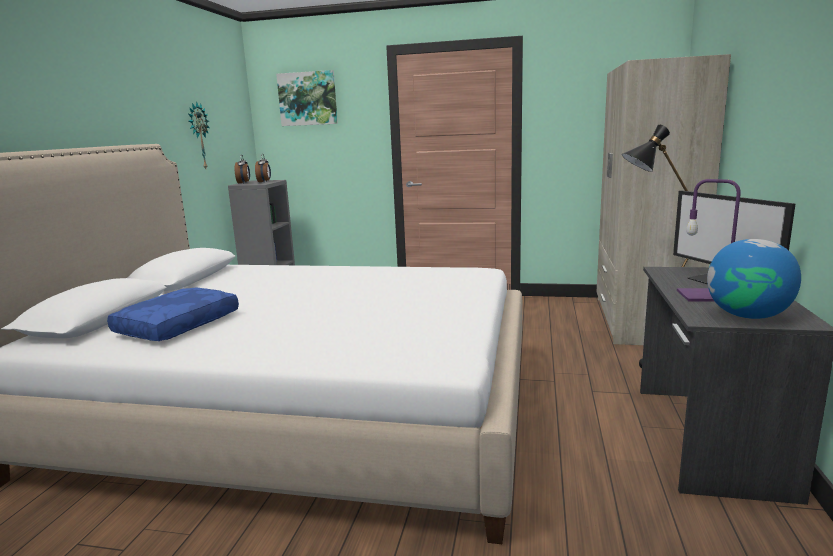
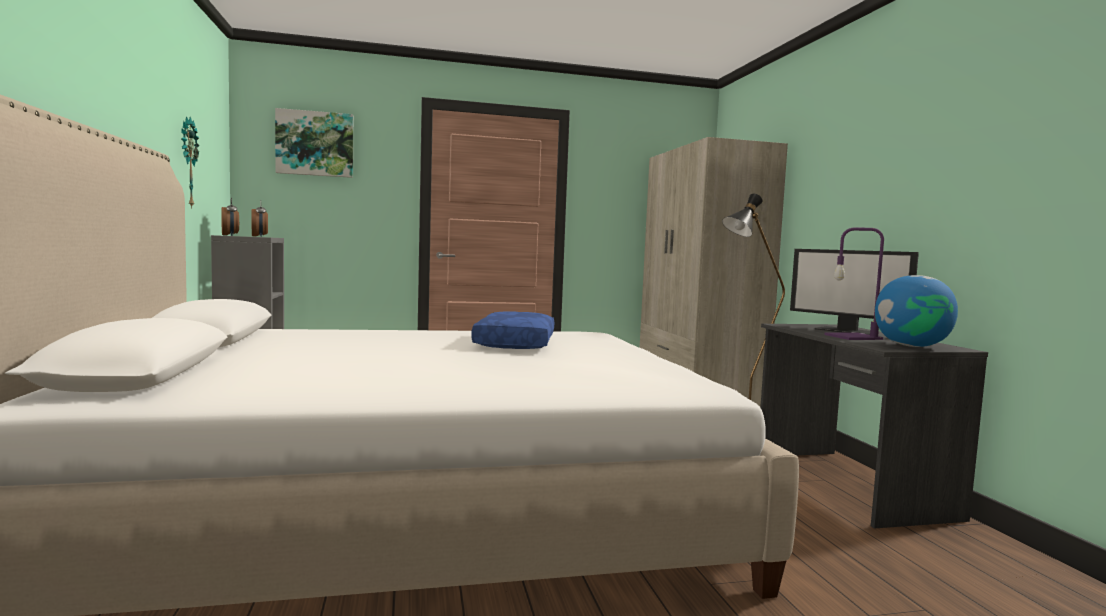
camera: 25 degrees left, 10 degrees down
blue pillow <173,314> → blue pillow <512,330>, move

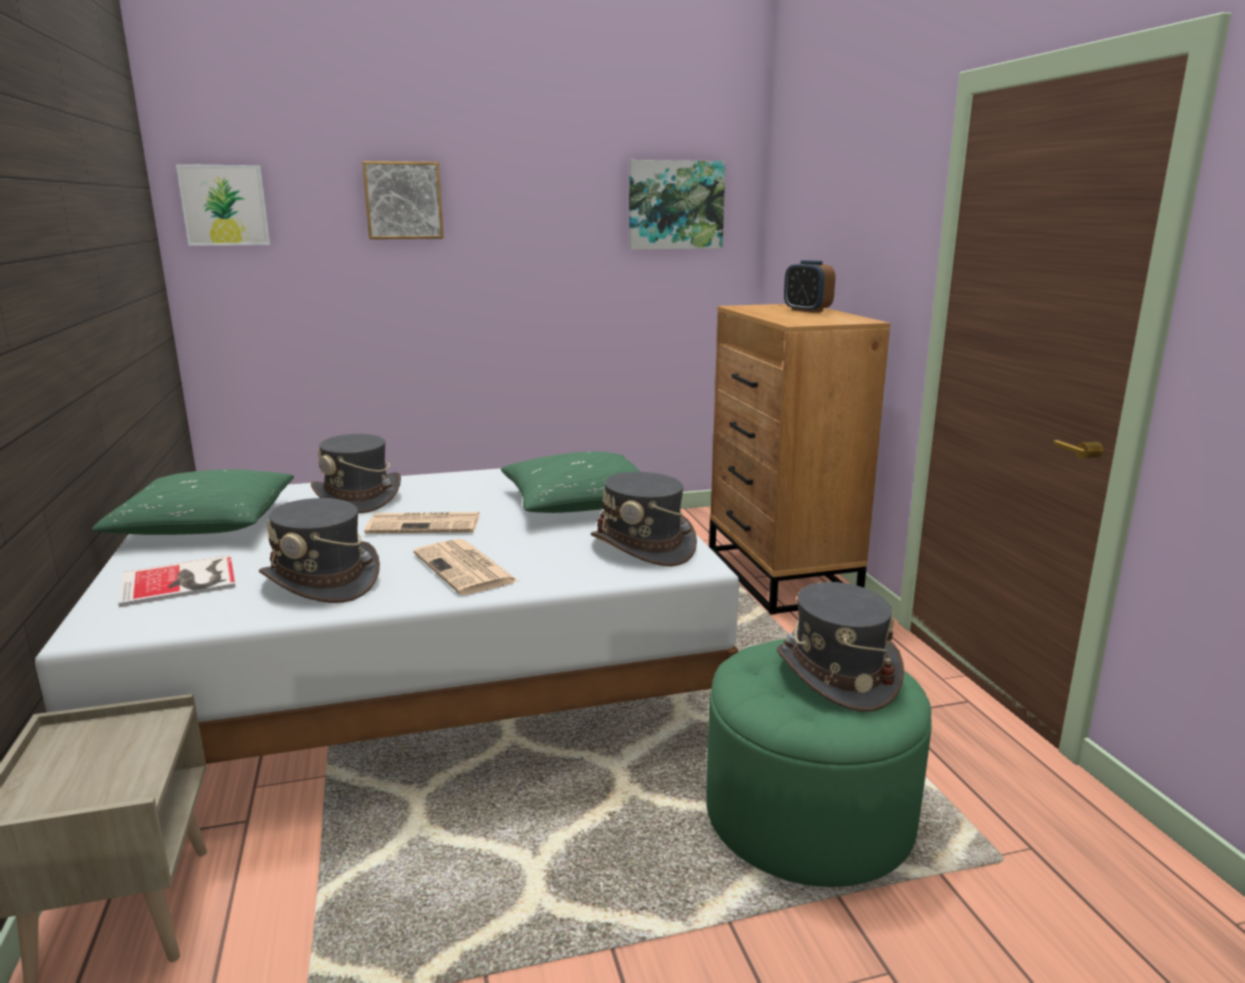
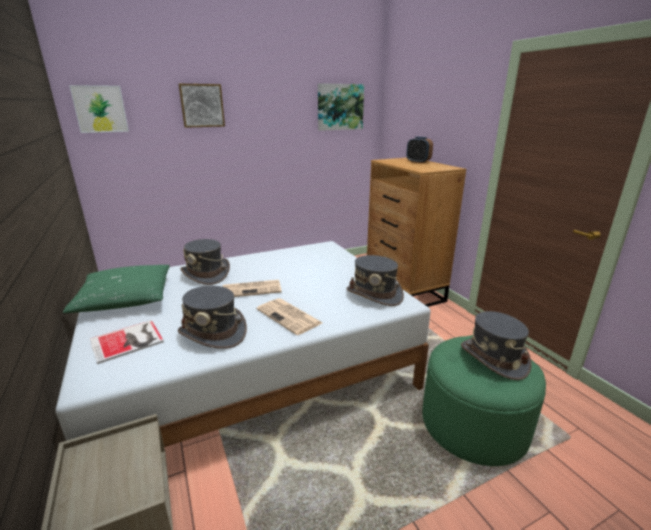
camera: 10 degrees left, 5 degrees up
green pillow <571,482> → -

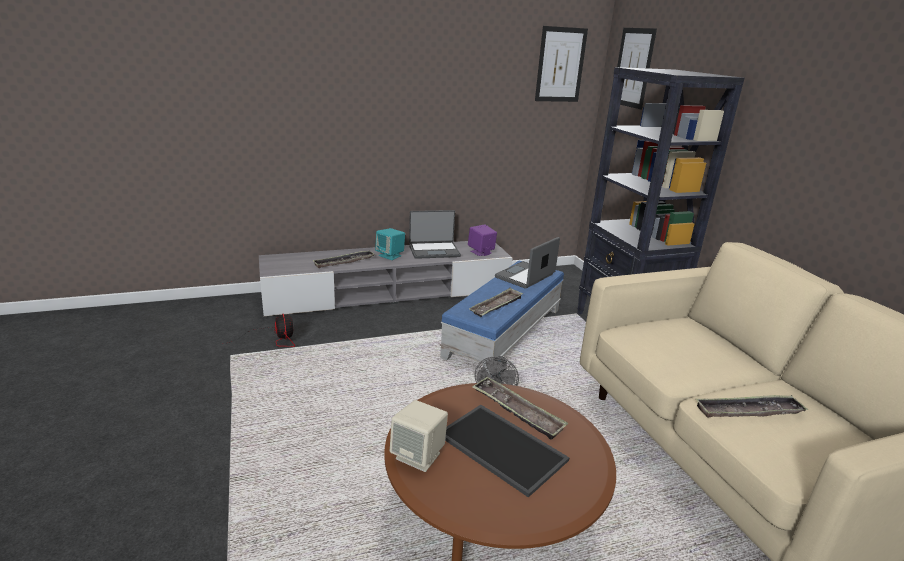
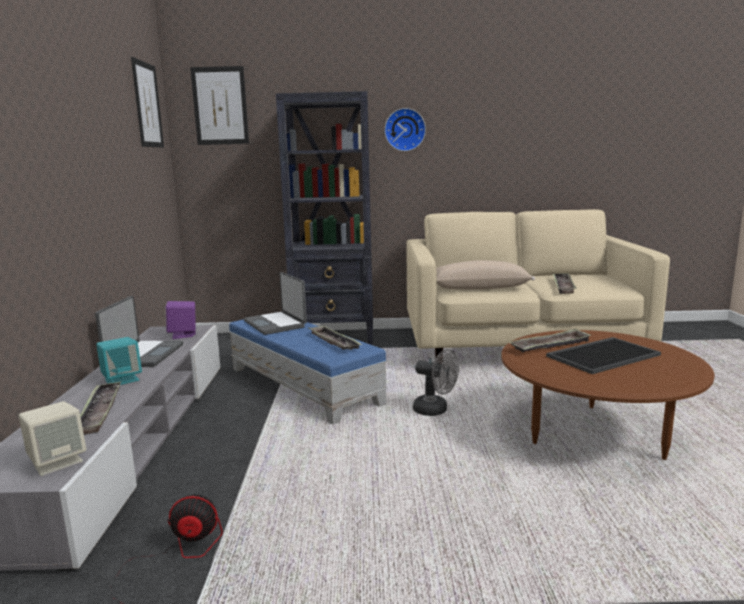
camera: 70 degrees left, 10 degrees down
beige speaker <419,436> → beige speaker <52,438>, move
- → wall clock <405,129>
- → beige pillow <485,275>

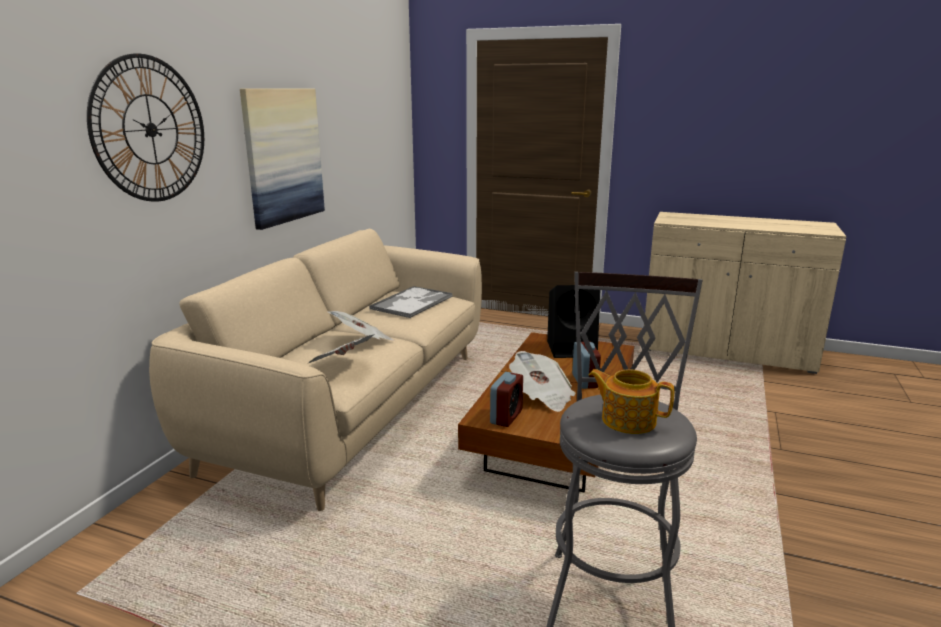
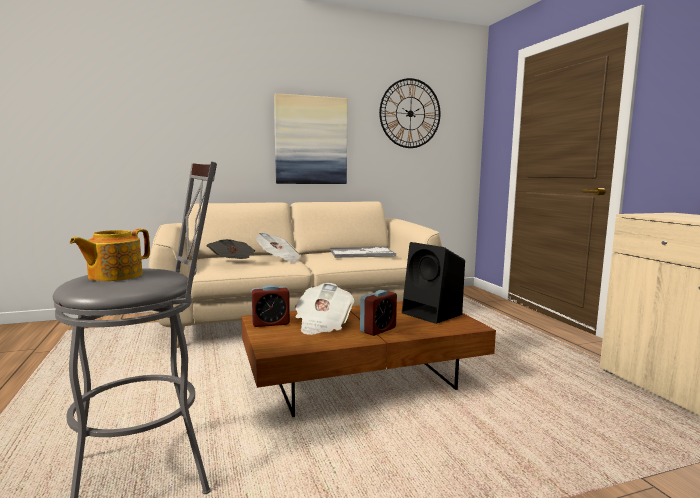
camera: 50 degrees right, 10 degrees down
teapot <631,401> → teapot <109,255>, 135 degrees counterclockwise
wall clock <145,128> → wall clock <410,113>, move

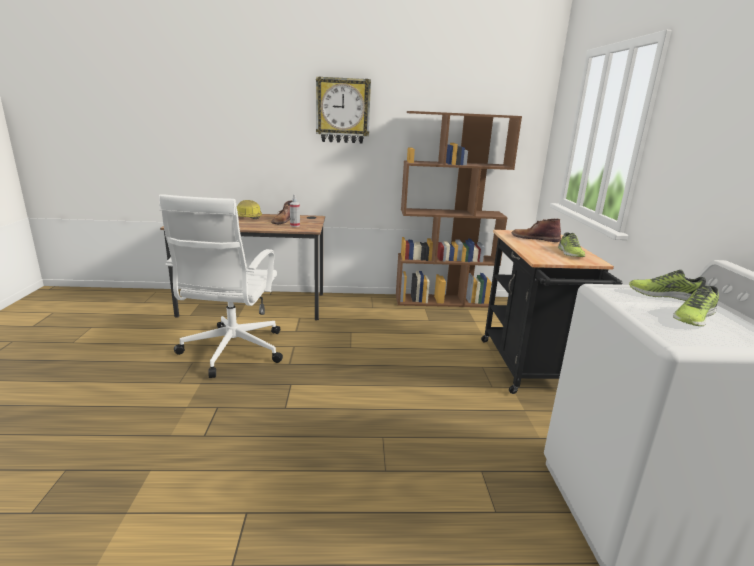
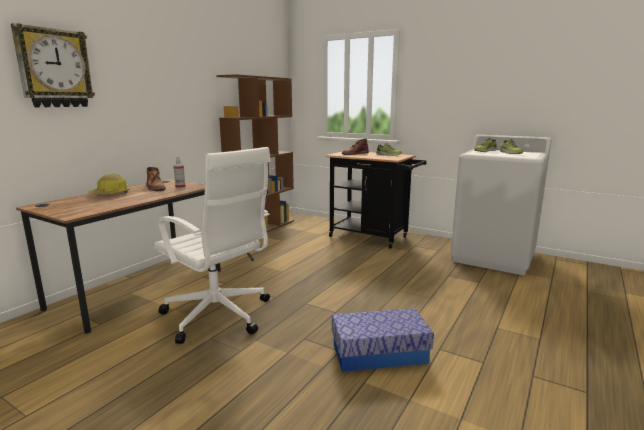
camera: 55 degrees left, 5 degrees down
wall clock <343,109> → wall clock <53,65>, move
- → storage box <383,340>

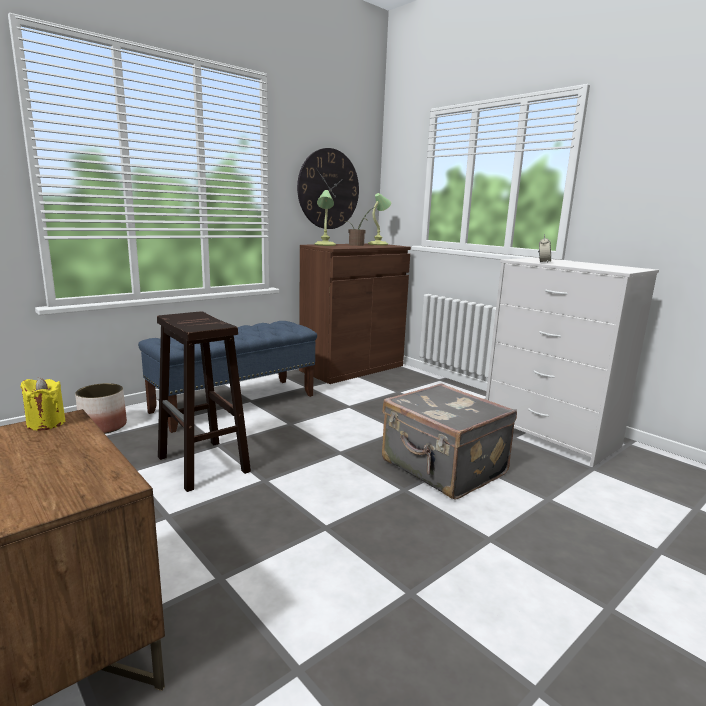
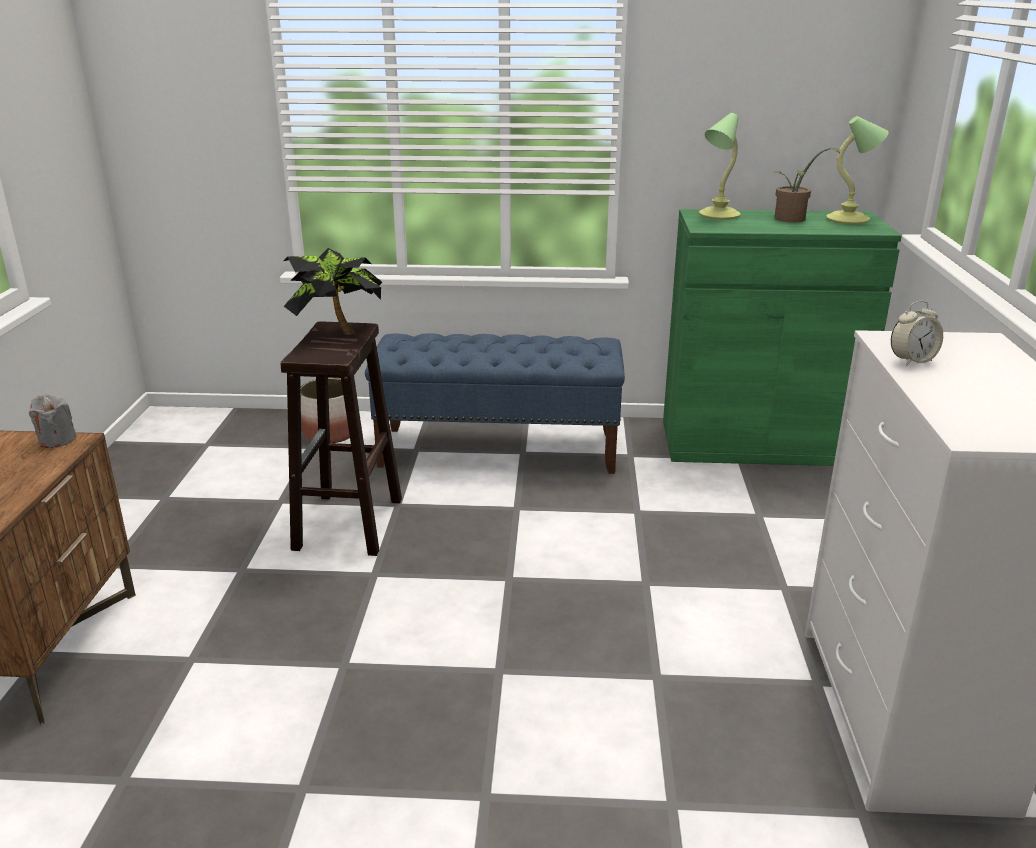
camera: 45 degrees right, 10 degrees up
yellow candle <43,403> → grey candle <53,421>
- → potted plant <333,291>
brown cabinet <355,313> → green cabinet <782,337>
wall clock <328,188> → -
grey suitcase <449,441> → -

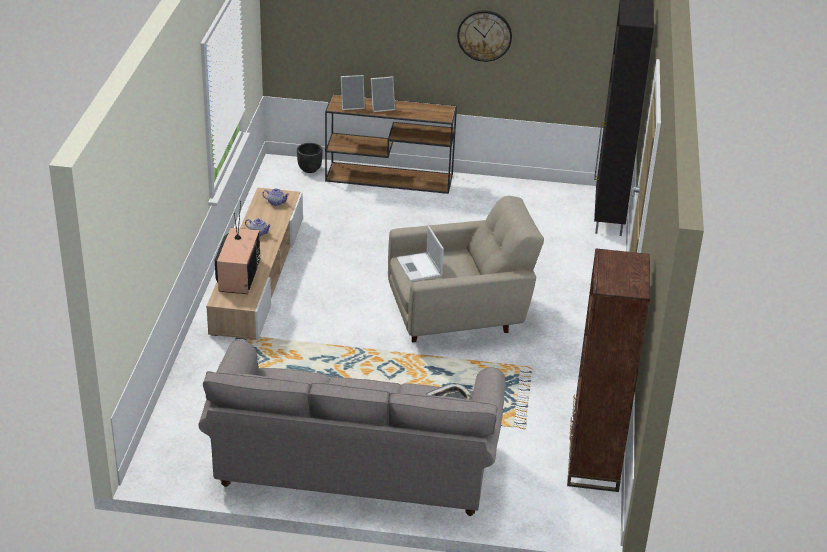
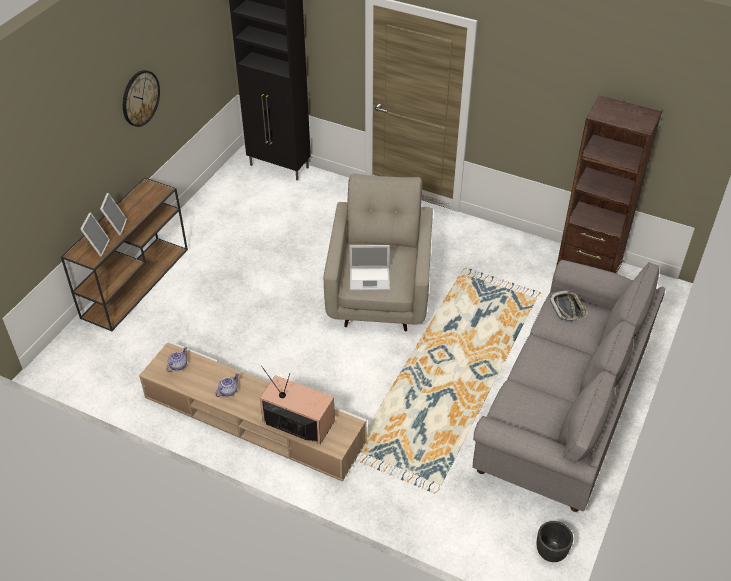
camera: 70 degrees left, 10 degrees up
black planter <310,158> → black planter <555,541>, move

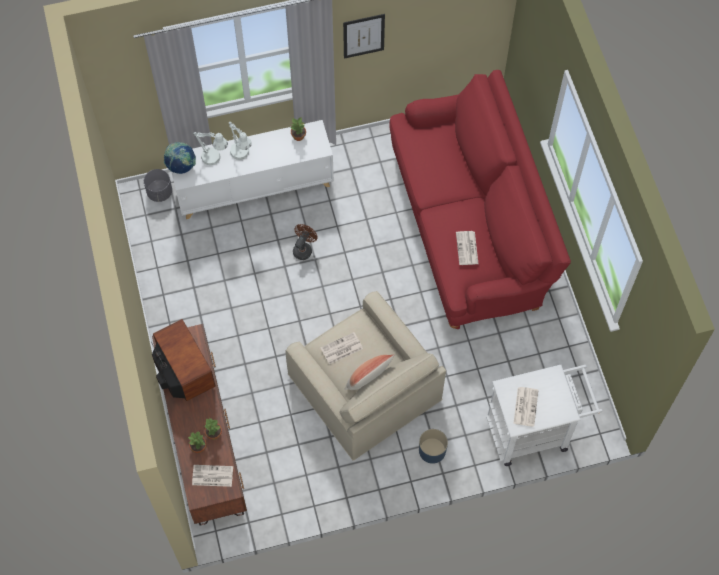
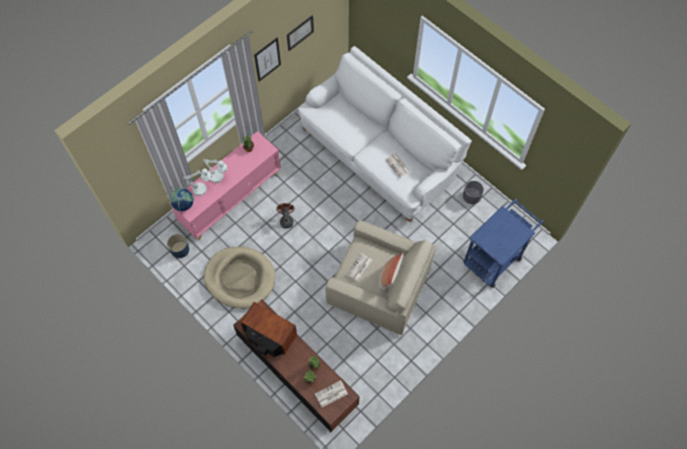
camera: 30 degrees left, 0 degrees up
blue planter <433,446> → blue planter <178,246>, move
white cabinet <252,169> → pink cabinet <225,185>
- → beige dog bed <239,278>
- → picture <300,33>
red sofa <480,199> → white sofa <385,133>
grey planter <158,185> → grey planter <473,192>, move
white cart <544,415> → blue cart <503,243>
newspaper <525,407> → -

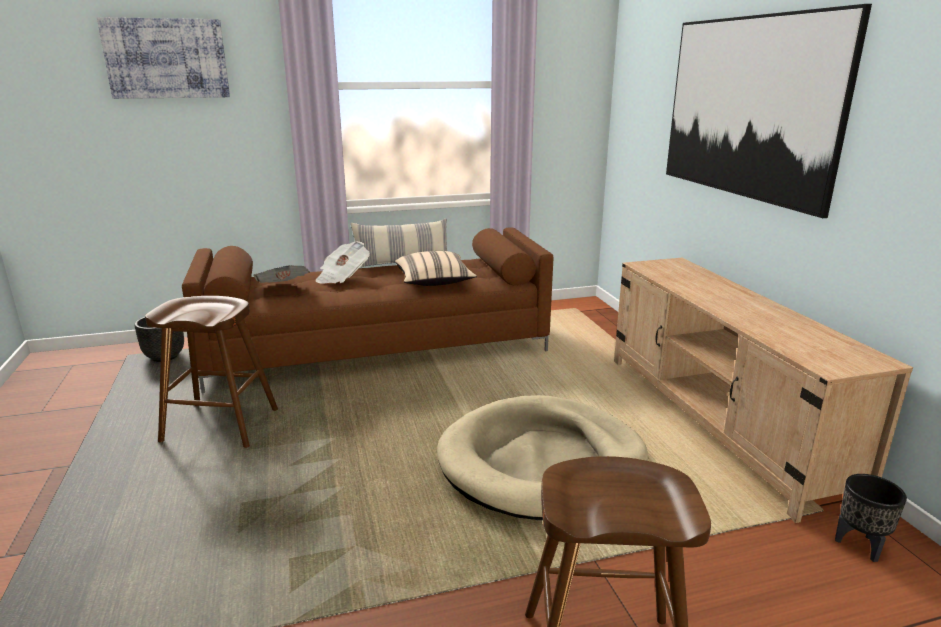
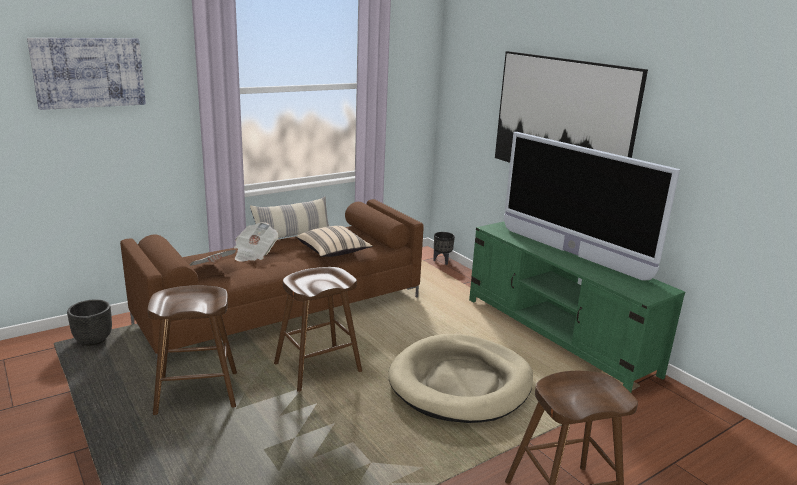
camera: 20 degrees left, 0 degrees up
- → brown stool <318,329>
black planter <871,518> → black planter <444,248>, move
beige tv stand <763,390> → green tv stand <577,307>
- → television <592,206>

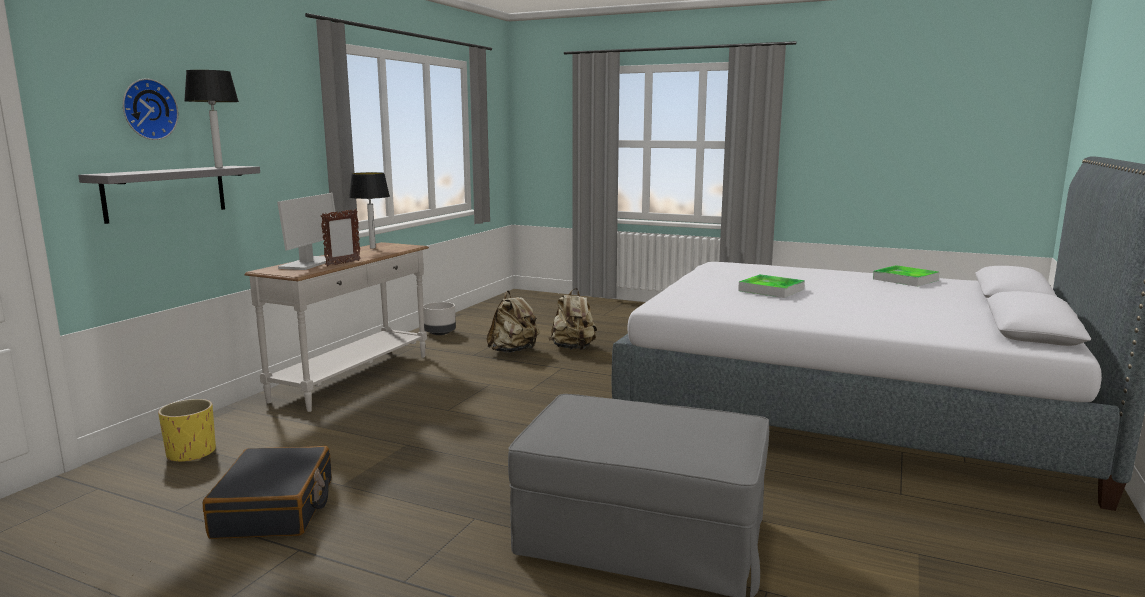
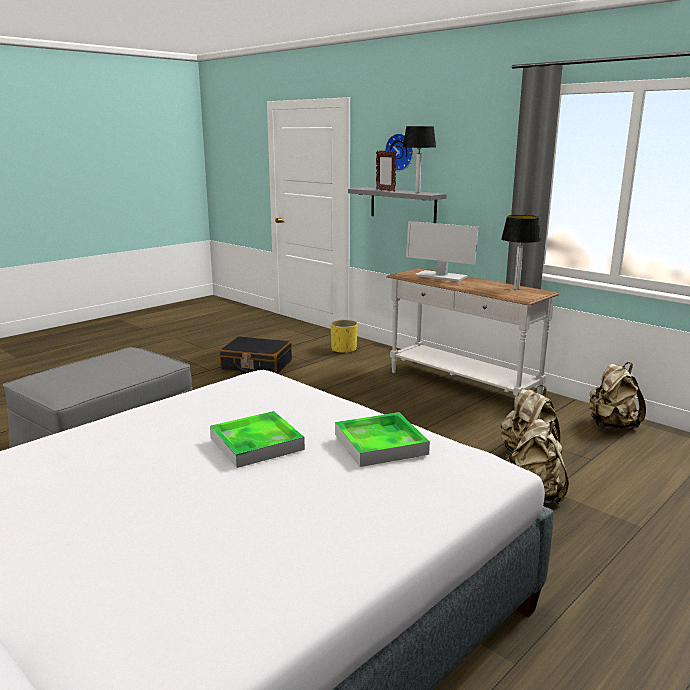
camera: 110 degrees right, 5 degrees up
tray <906,276> → tray <382,439>, move
picture frame <341,237> → picture frame <386,171>, move
grey planter <439,318> → beige backpack <617,395>

